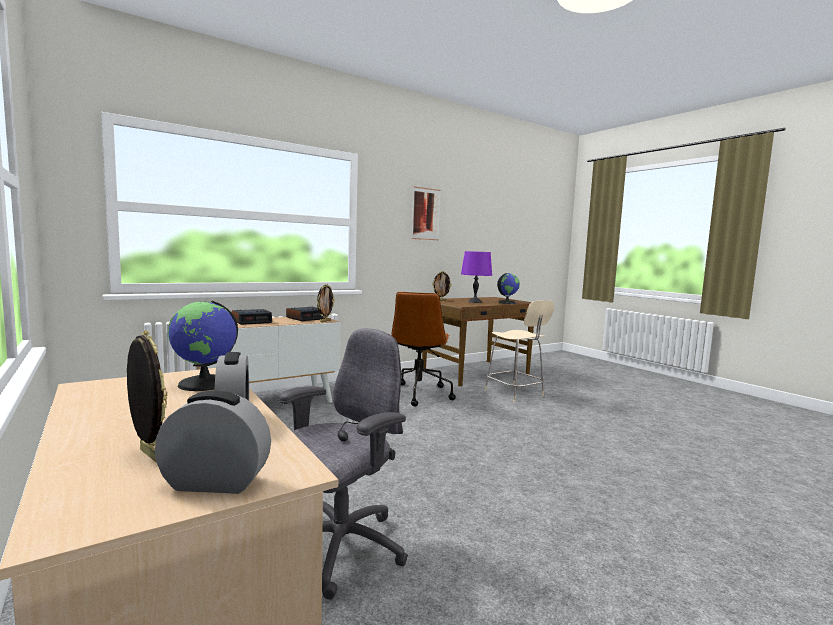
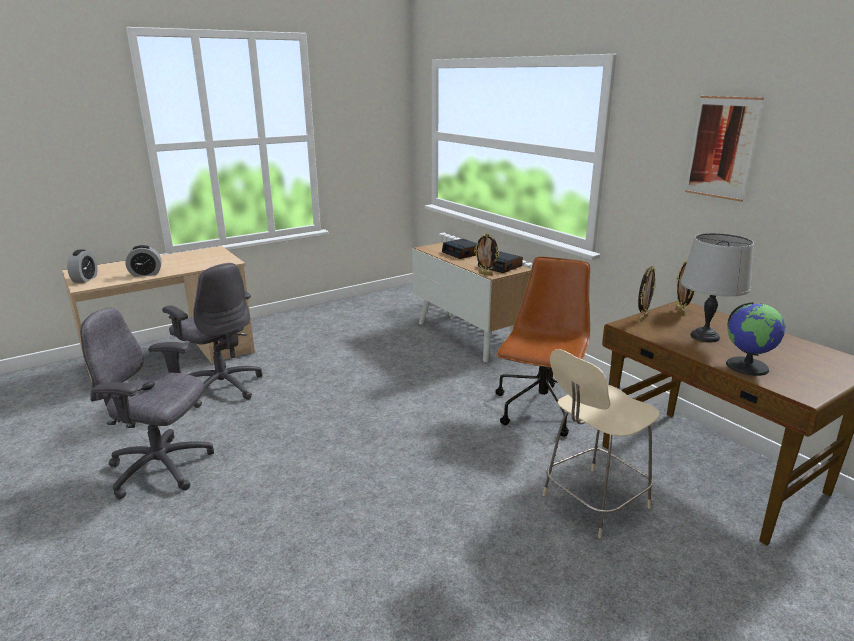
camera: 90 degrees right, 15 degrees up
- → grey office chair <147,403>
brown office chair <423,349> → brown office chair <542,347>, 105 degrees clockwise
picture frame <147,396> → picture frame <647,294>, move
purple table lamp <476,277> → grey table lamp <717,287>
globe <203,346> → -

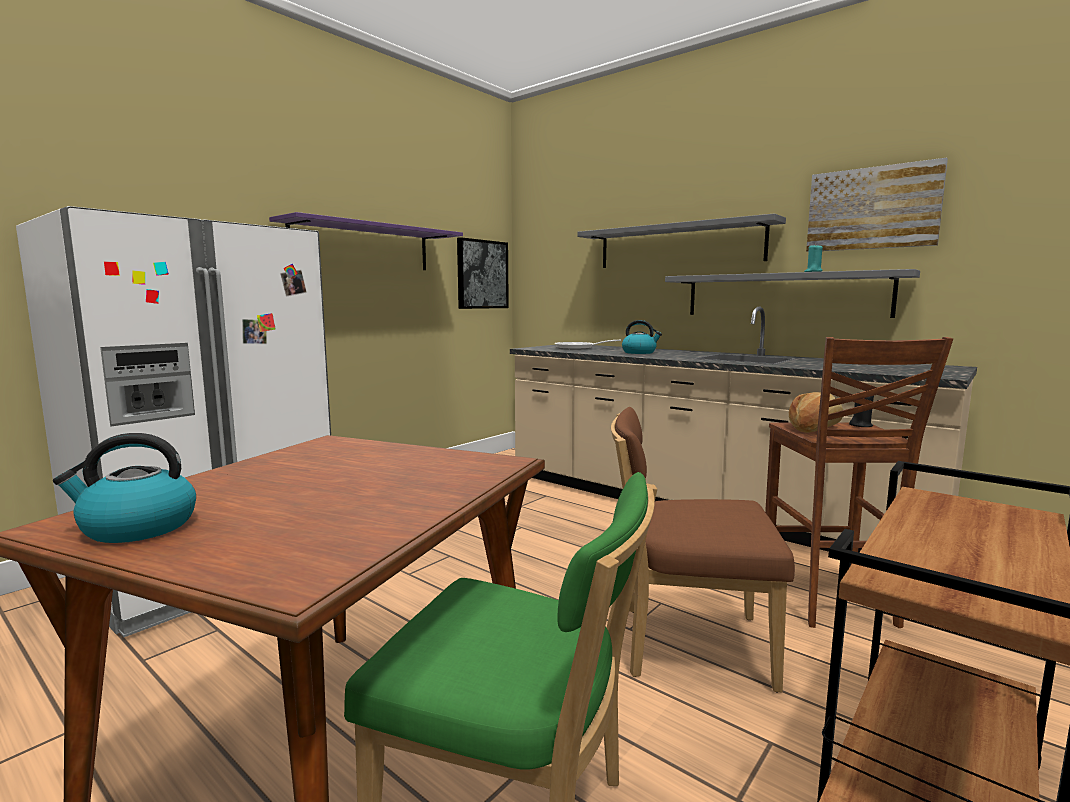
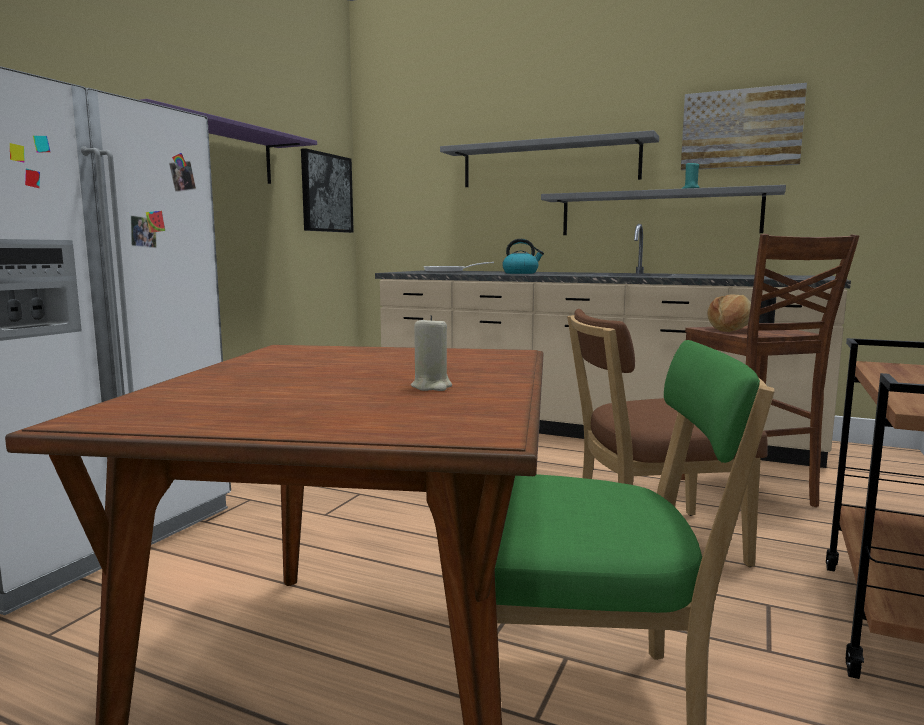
camera: 15 degrees left, 0 degrees up
- → beige candle <431,353>
kettle <124,488> → -

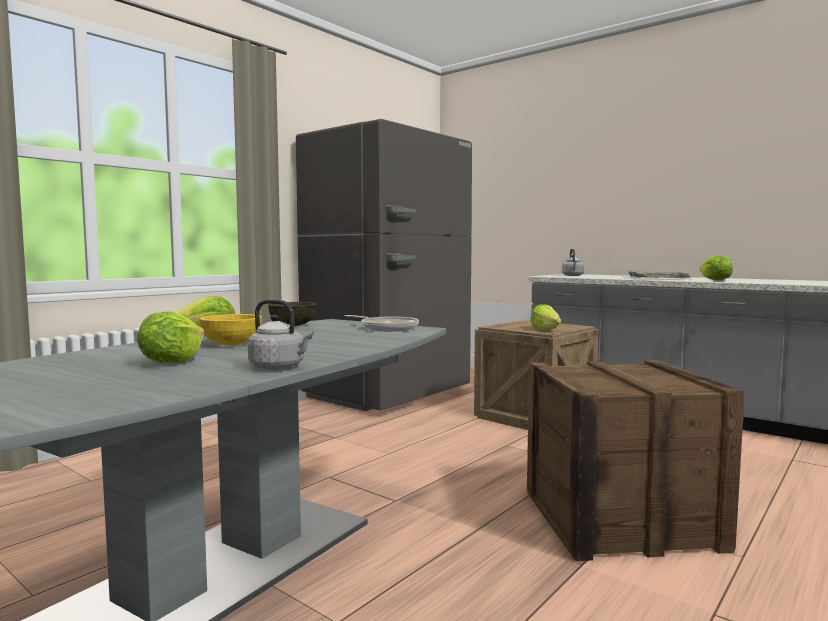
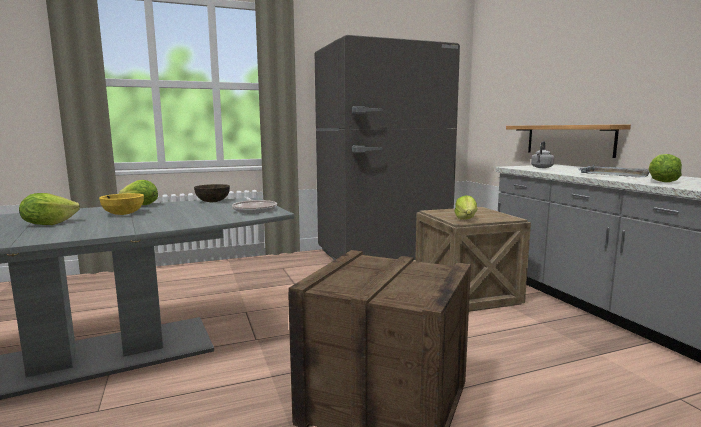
camera: 30 degrees right, 5 degrees up
- → shelf <568,141>
grey kettle <281,334> → -

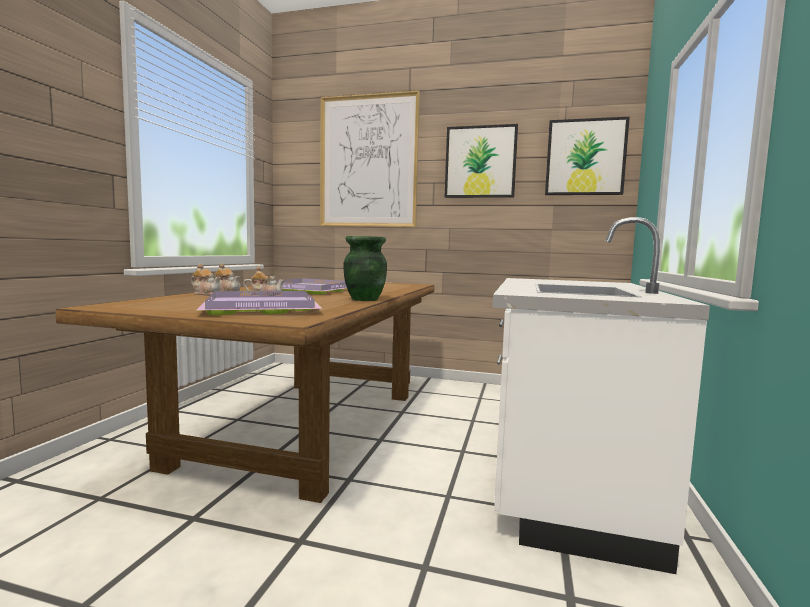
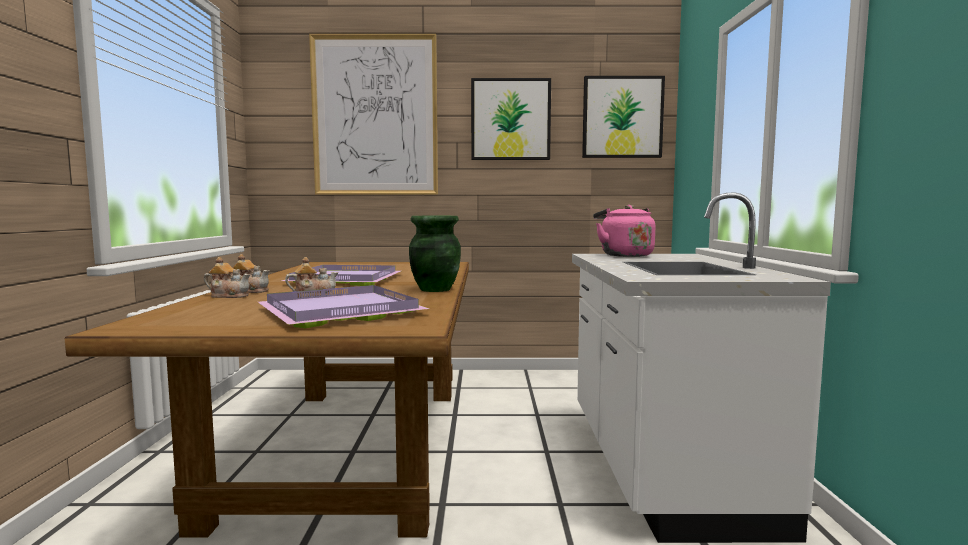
camera: 15 degrees left, 0 degrees up
- → pink kettle <624,231>

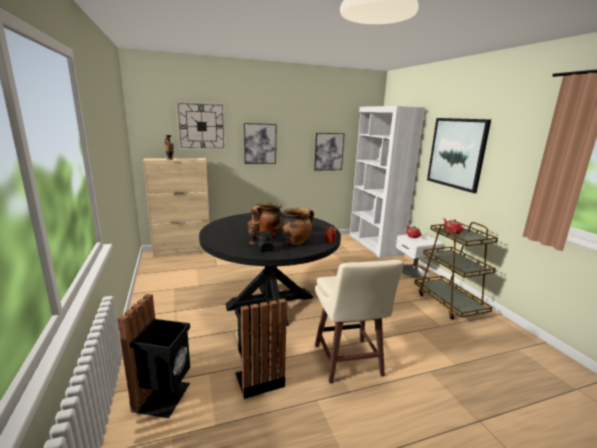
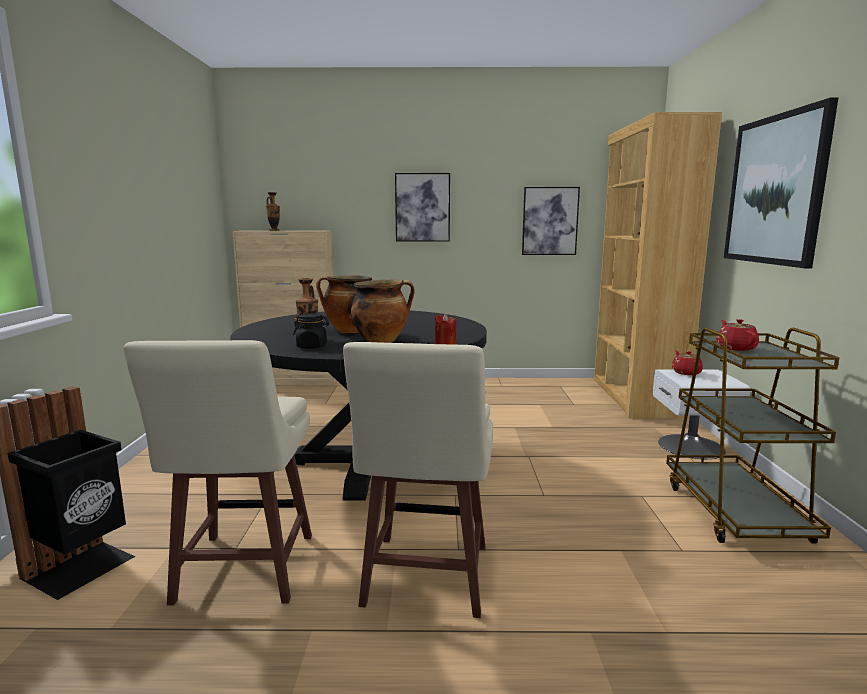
camera: 20 degrees right, 5 degrees down
black trash can <261,348> → beige stool <217,473>
white bookcase <388,182> → brown bookcase <658,265>
wall clock <201,125> → -

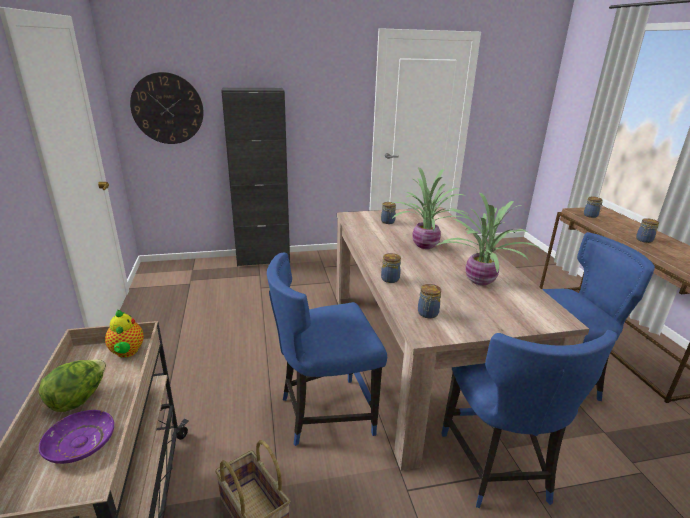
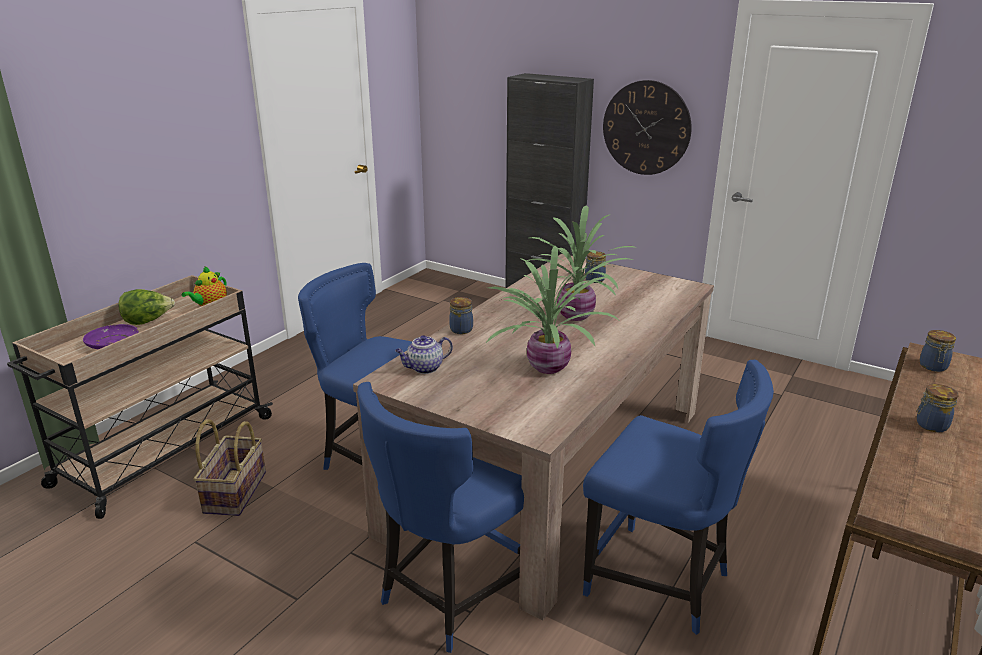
camera: 45 degrees right, 0 degrees up
jar <429,301> → teapot <424,354>
wall clock <167,108> → wall clock <647,127>, move

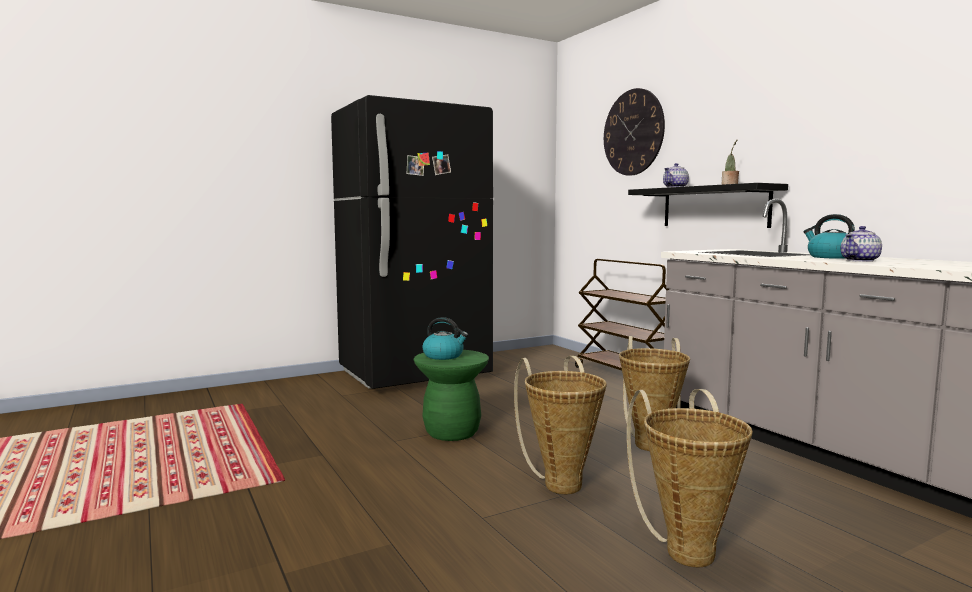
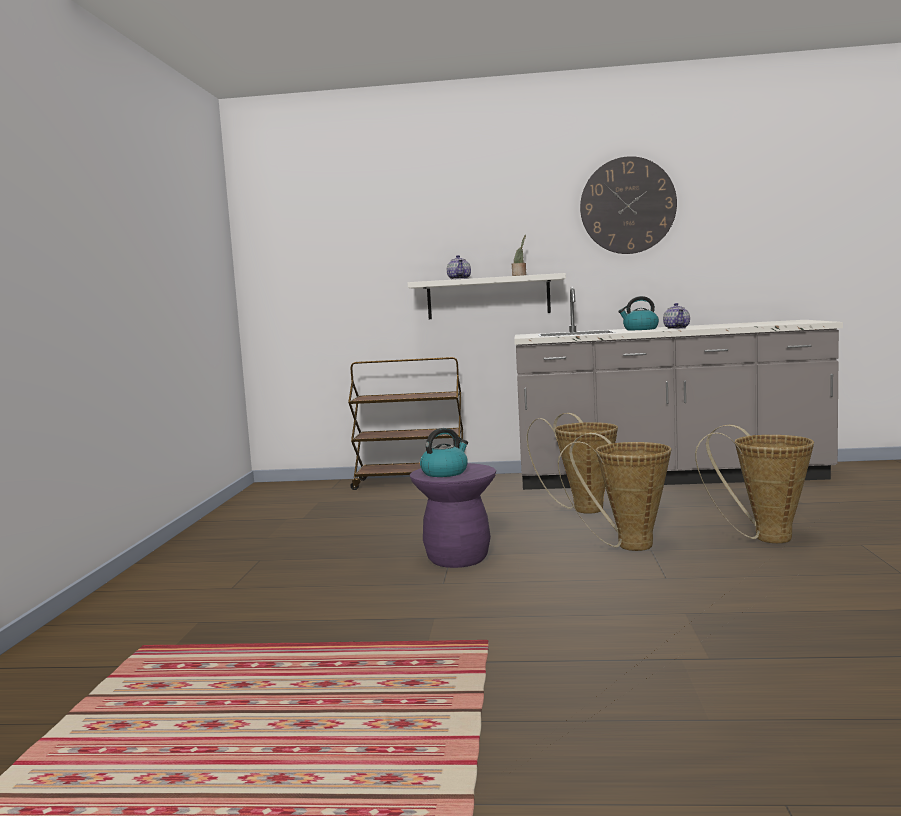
camera: 55 degrees left, 0 degrees up
black shelf <708,205> → white shelf <486,296>
green stool <451,395> → purple stool <453,515>
wall clock <634,132> → wall clock <628,205>, move
black fridge <412,242> → -

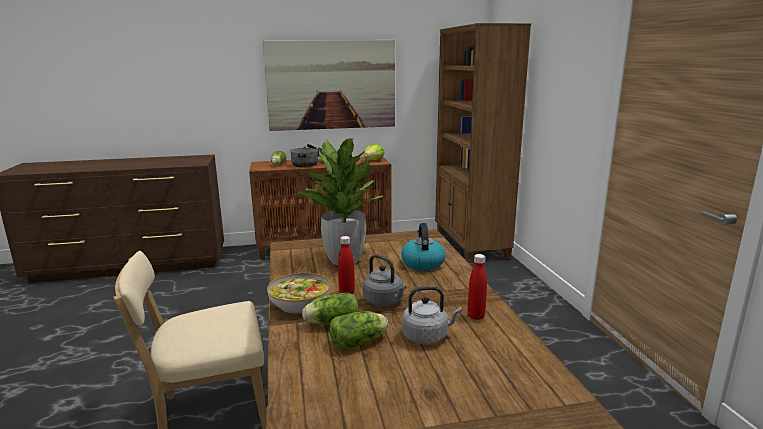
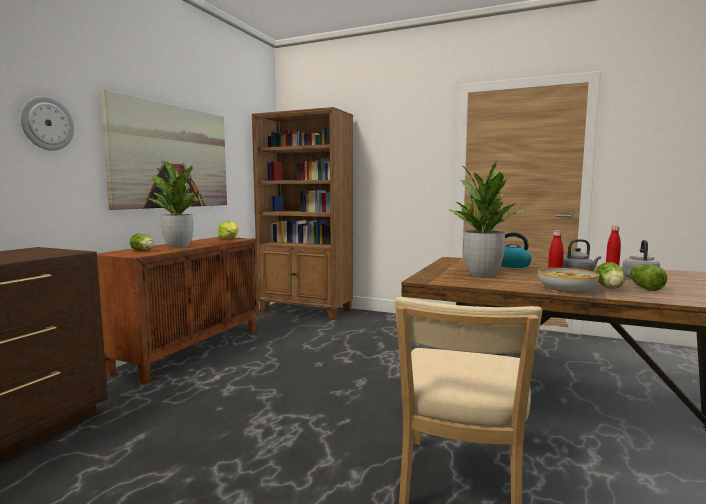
camera: 55 degrees left, 10 degrees down
- → wall clock <47,123>
cooking pot <306,155> → potted plant <176,204>

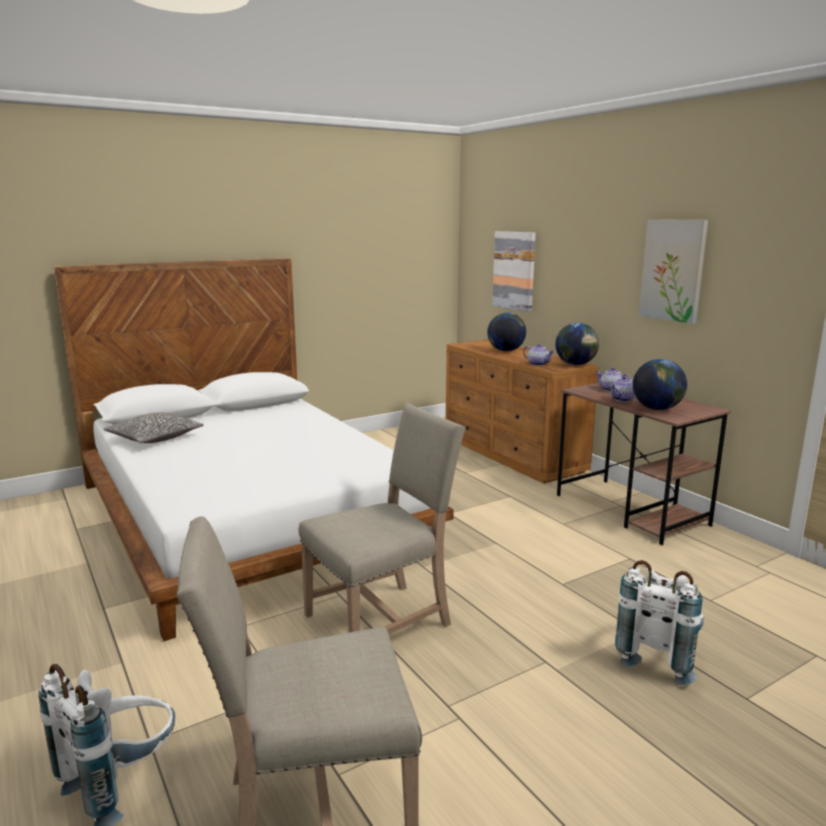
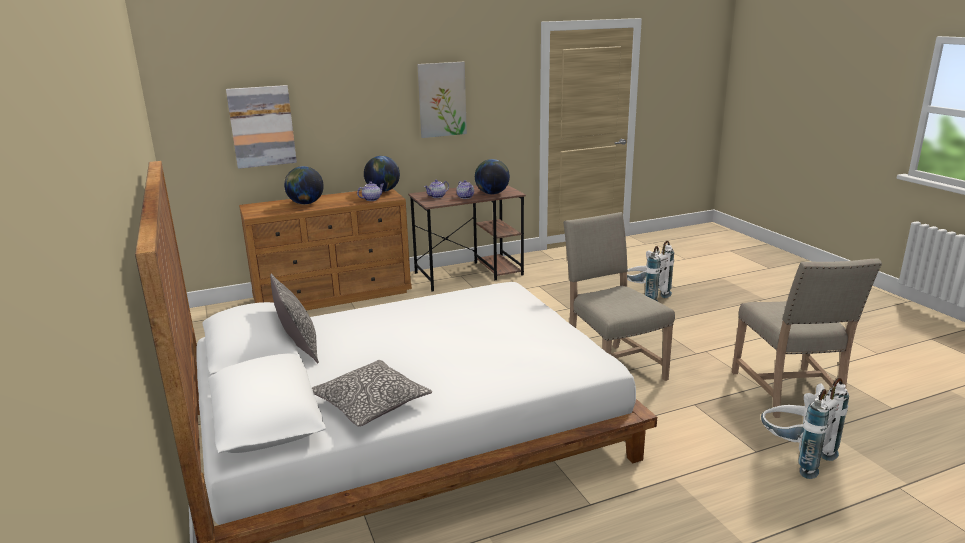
camera: 80 degrees left, 5 degrees up
- → pillow <294,319>

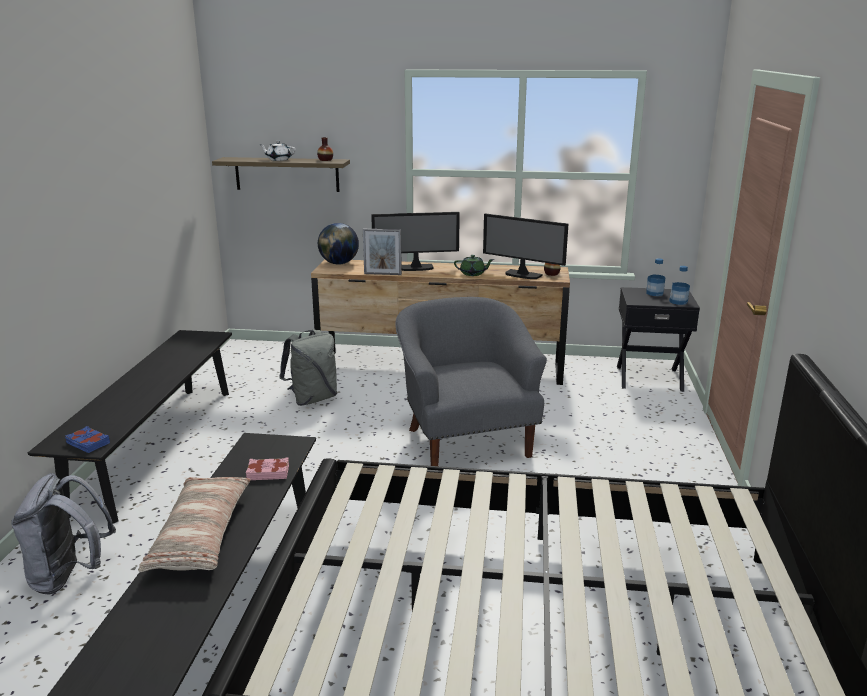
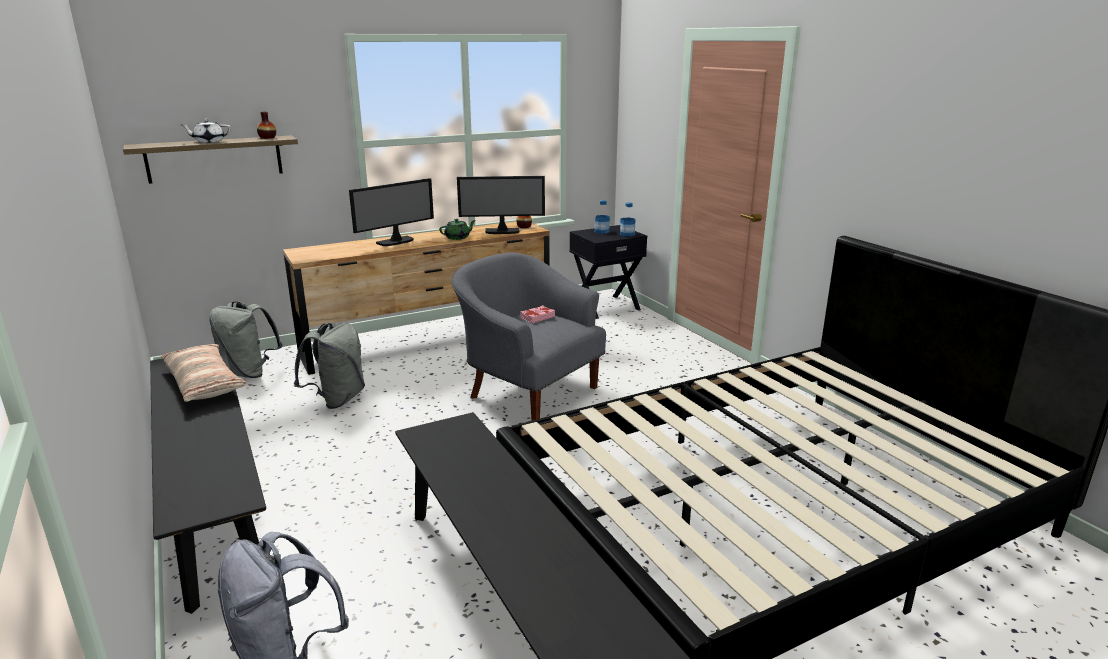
camera: 35 degrees left, 0 degrees up
pillow <194,524> → pillow <203,373>, move
- → grey backpack <246,340>
pink book <267,468> → pink book <537,314>, move
blue book <87,439> → -
globe <338,244> → -
picture frame <382,252> → -

